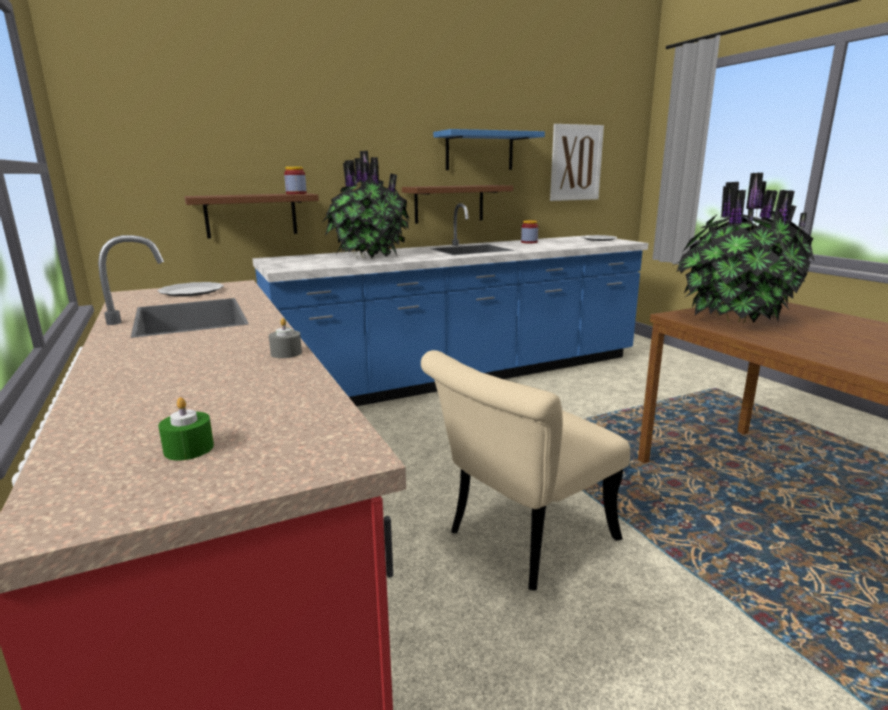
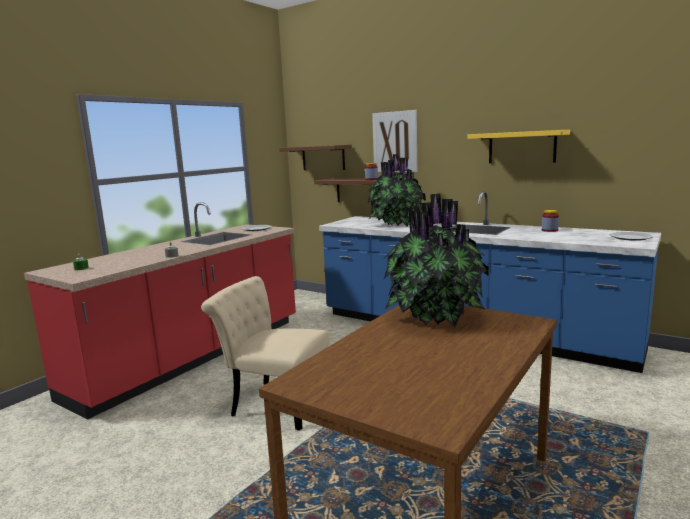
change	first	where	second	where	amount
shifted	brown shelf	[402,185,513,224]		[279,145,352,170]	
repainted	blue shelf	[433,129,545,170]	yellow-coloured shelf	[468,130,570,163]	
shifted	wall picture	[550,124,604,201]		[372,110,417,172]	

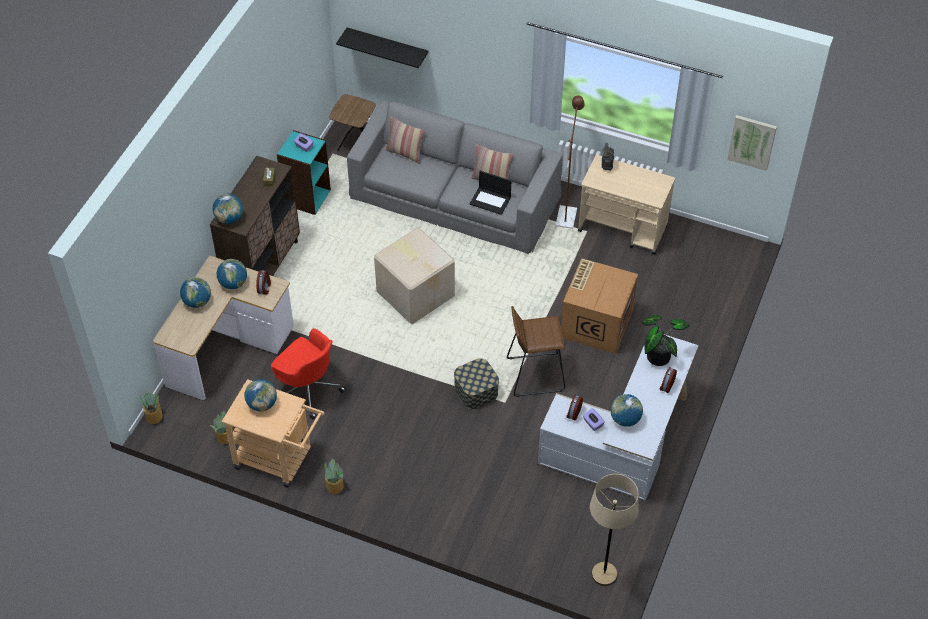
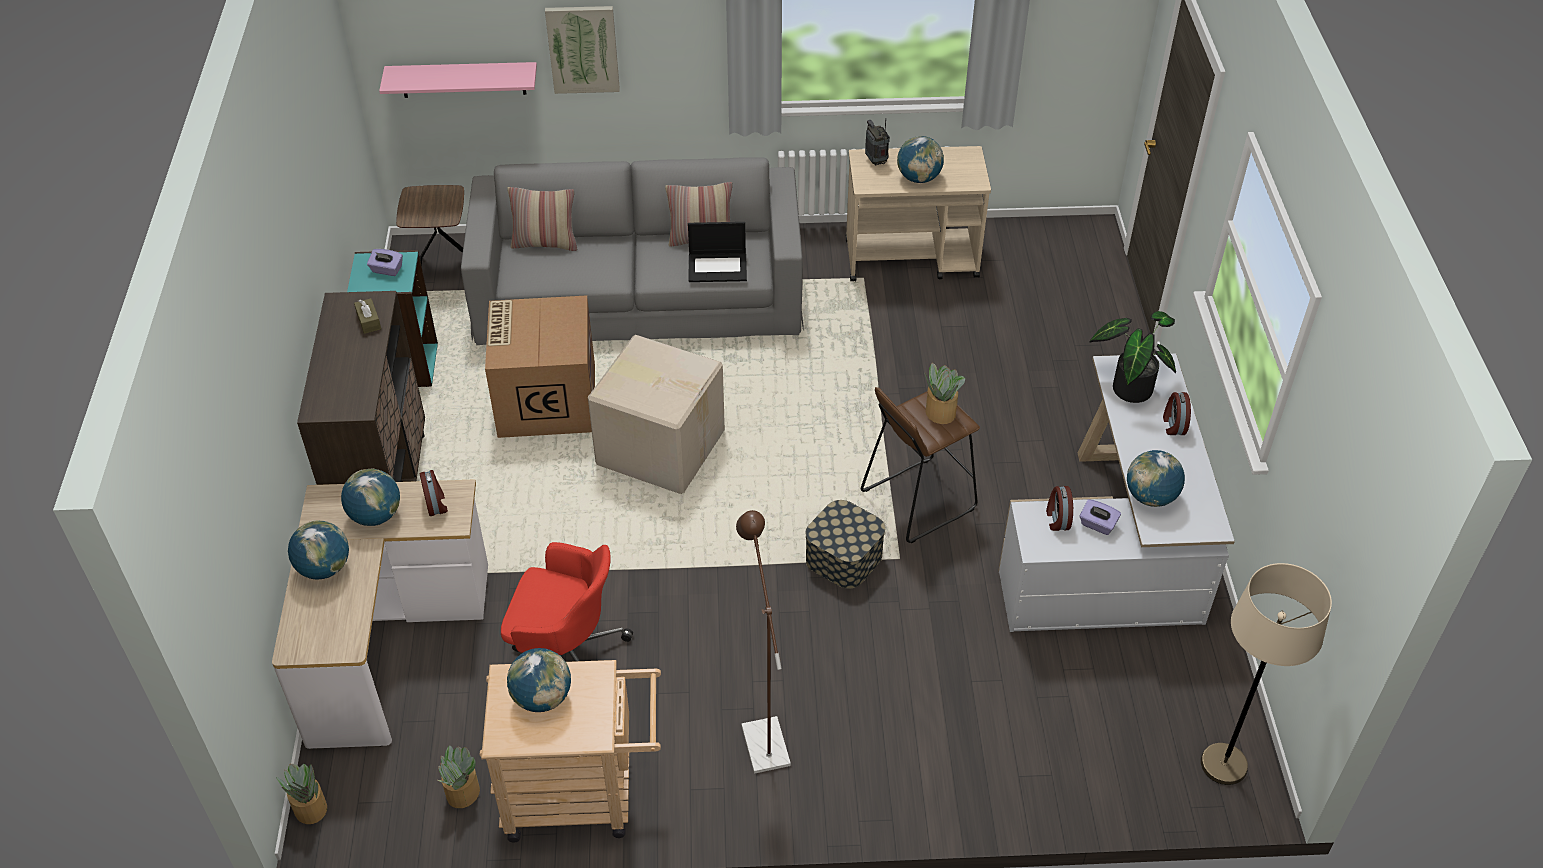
change	first	where	second	where	amount
shifted	world globe	[213,194,243,224]		[897,136,944,183]	
shifted	plant in a pot	[324,459,343,494]		[924,363,965,424]	
repainted	blackish shelf	[336,28,429,68]	pink-coloured shelf	[379,62,537,98]	
shifted	brown standing lamp	[555,95,584,229]		[736,510,791,774]	
shifted	cardboard box	[561,258,638,354]		[485,295,595,438]	
shifted	wall picture	[727,115,777,171]		[545,6,620,94]	

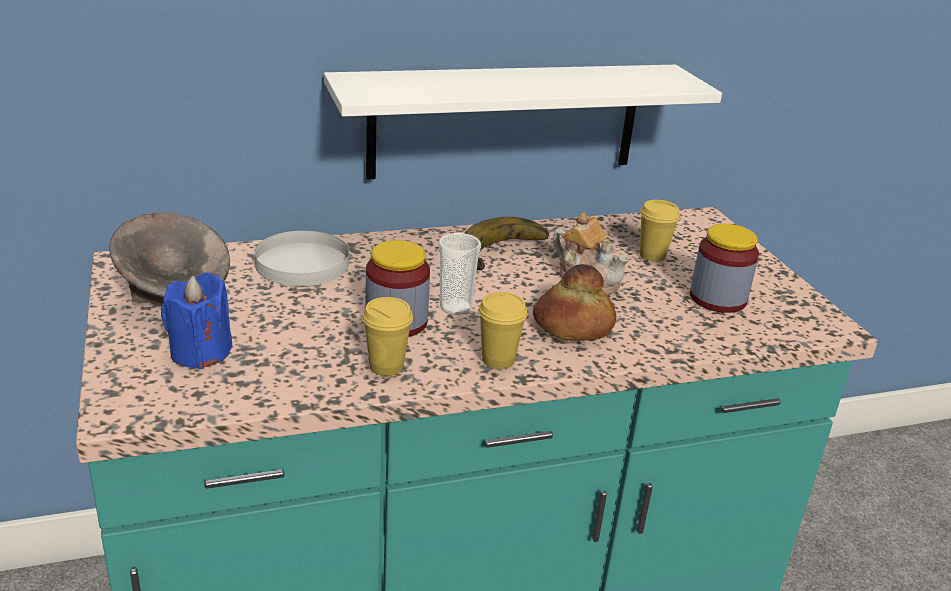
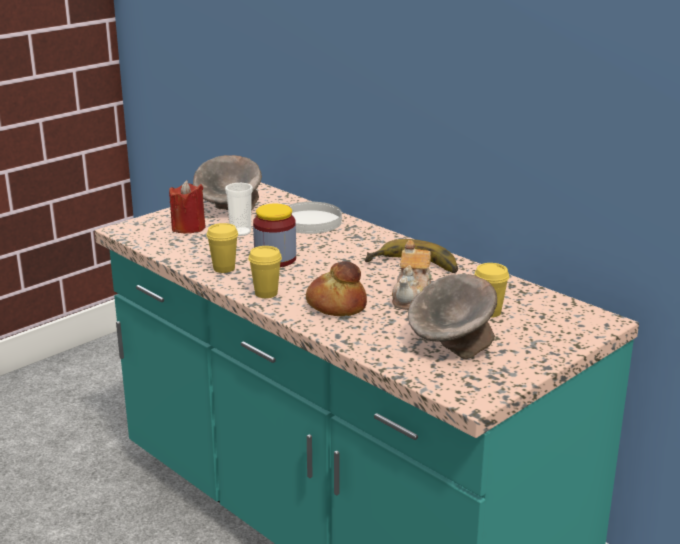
change	first	where	second	where	amount
repainted	blue candle	[161,272,233,369]	red candle	[169,181,205,234]	
gone	whitish shelf	[324,65,722,180]			
shifted	drinking cup	[439,233,481,315]		[225,183,253,236]	
swapped	jar	[690,224,759,313]	gray serving bowl	[408,274,497,359]	

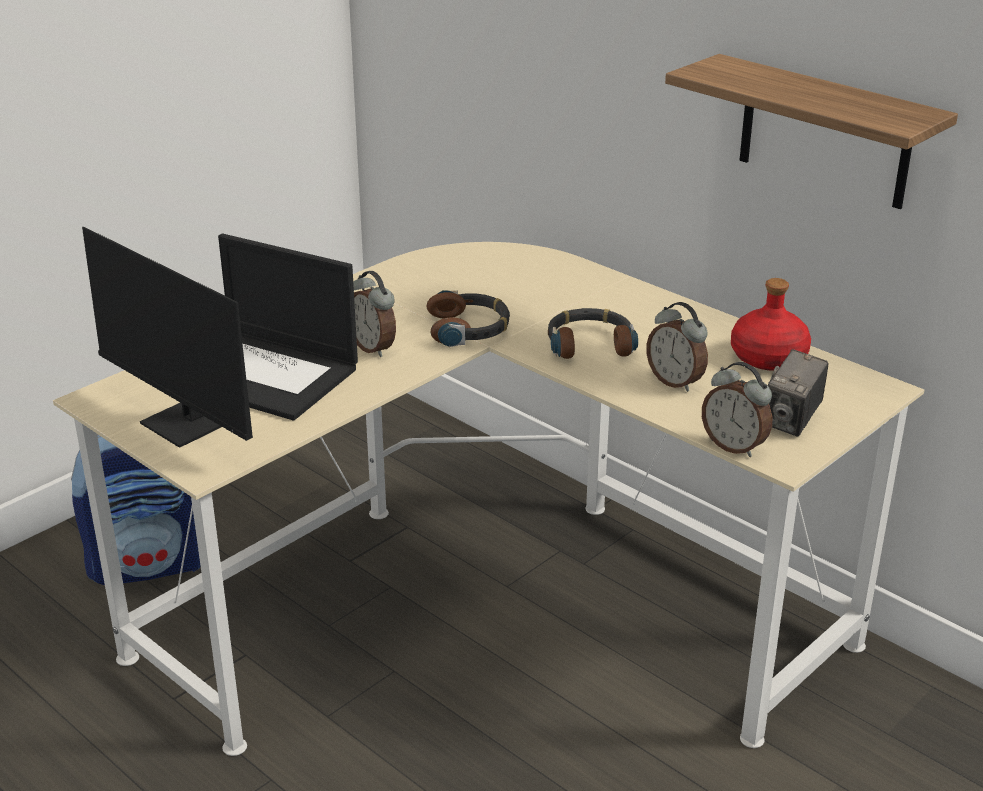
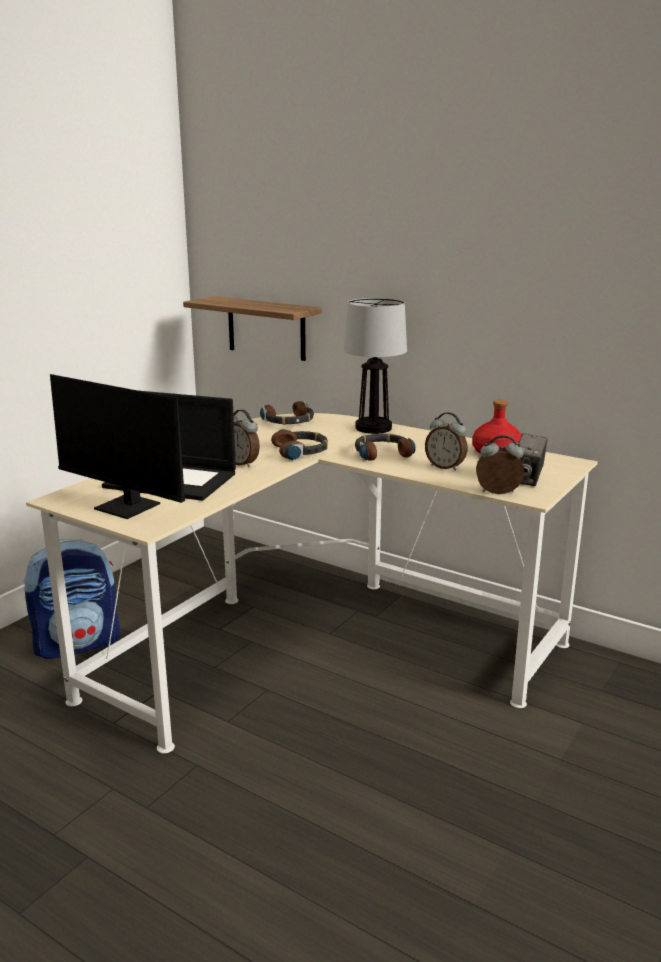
change	first	where	second	where	amount
shifted	shelf	[665,54,958,209]		[183,296,322,361]	
rotated	alarm clock	[702,362,772,457]		[476,435,524,494]	150 degrees clockwise
new			headphones	[260,401,314,425]	
new			lamp for a table	[344,298,407,434]	

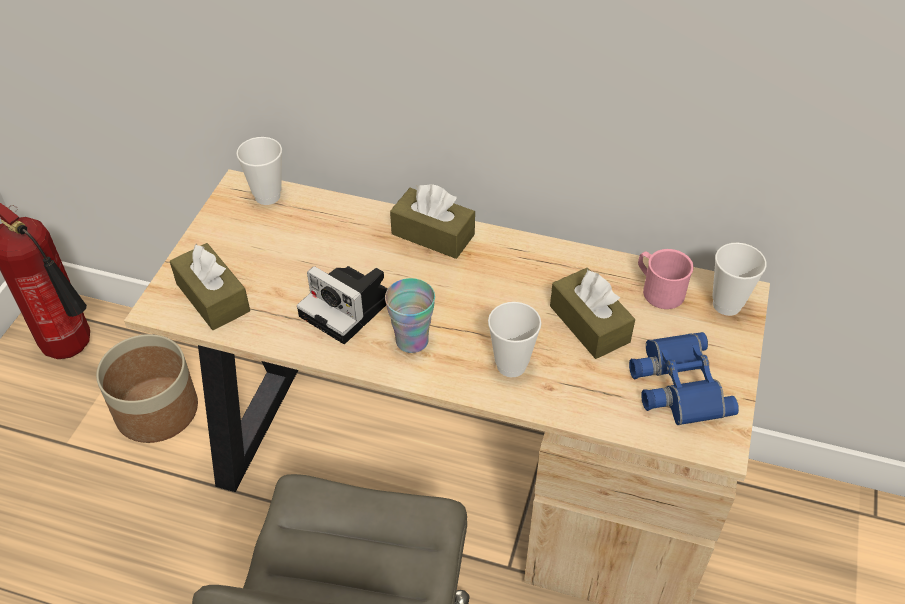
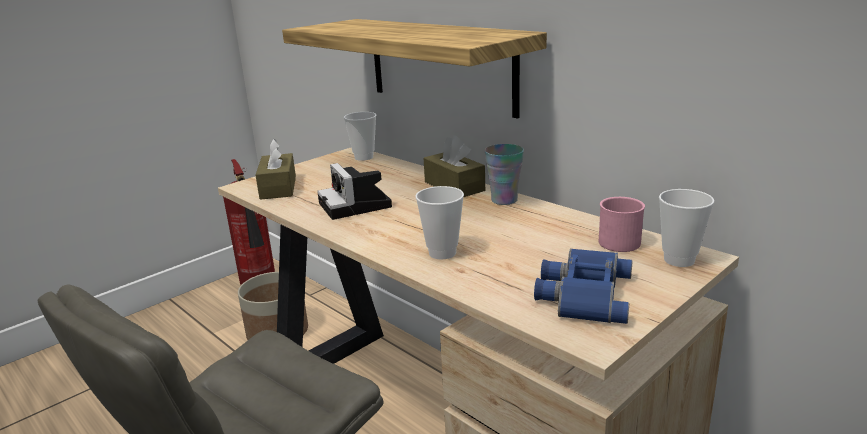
change	first	where	second	where	amount
shifted	drinking cup	[385,278,435,353]		[485,144,524,205]	
gone	brown tissue box	[550,268,635,359]			
new			shelf	[282,19,547,119]	

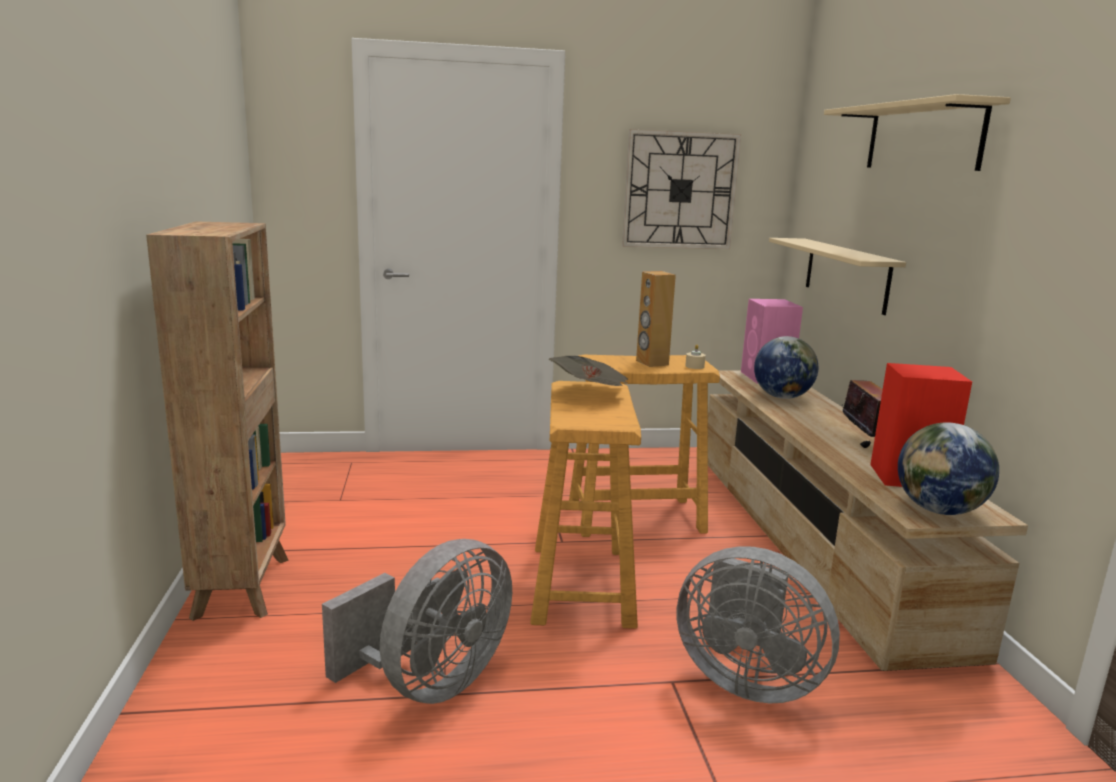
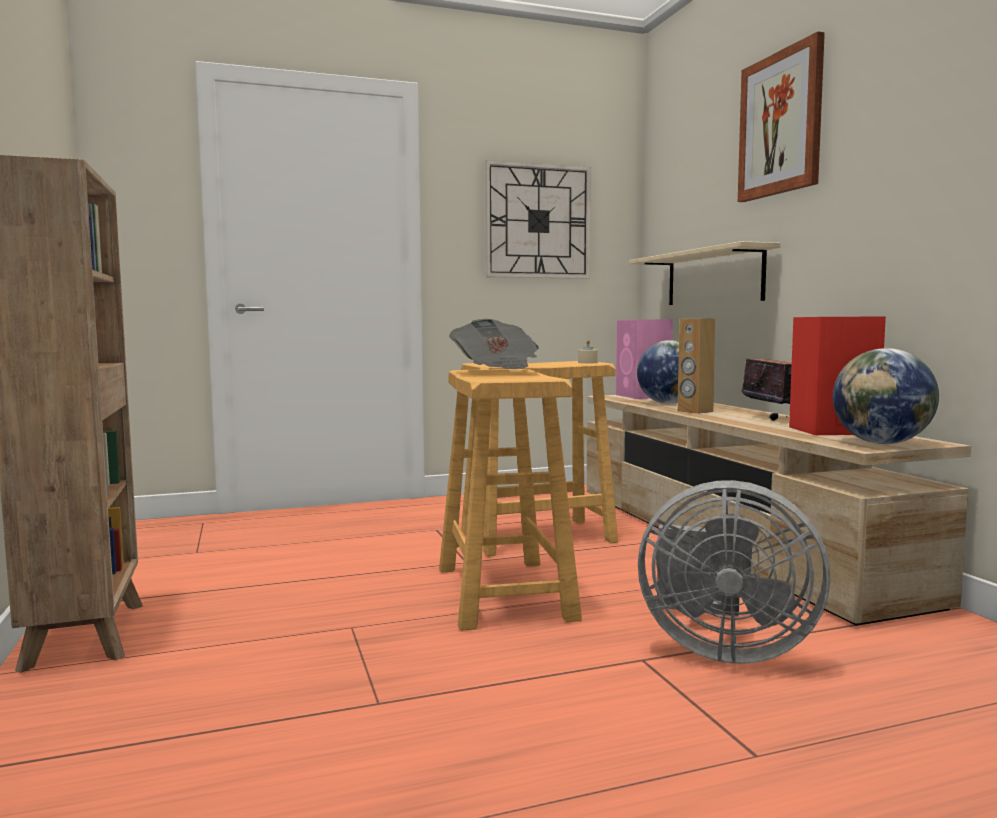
change	first	where	second	where	amount
gone	gray fan	[322,539,512,704]			
shifted	brown audio speaker	[636,271,676,367]		[677,318,715,414]	
swapped	sand-coloured shelf	[824,94,1011,171]	wall picture	[738,31,825,202]	

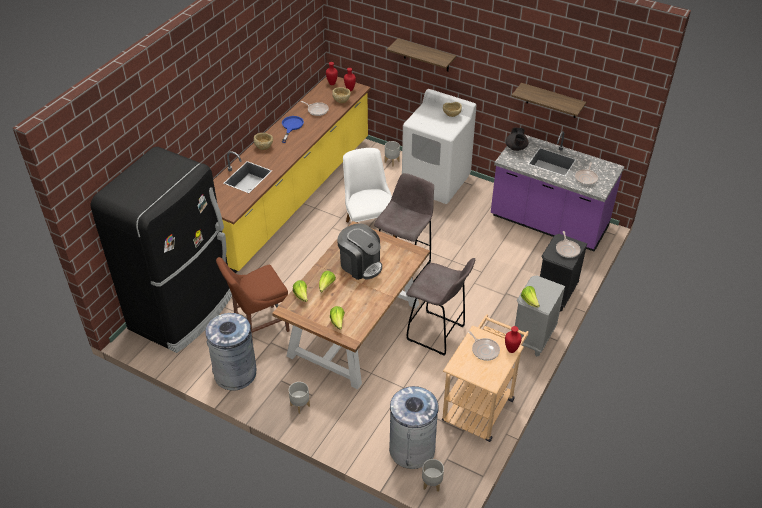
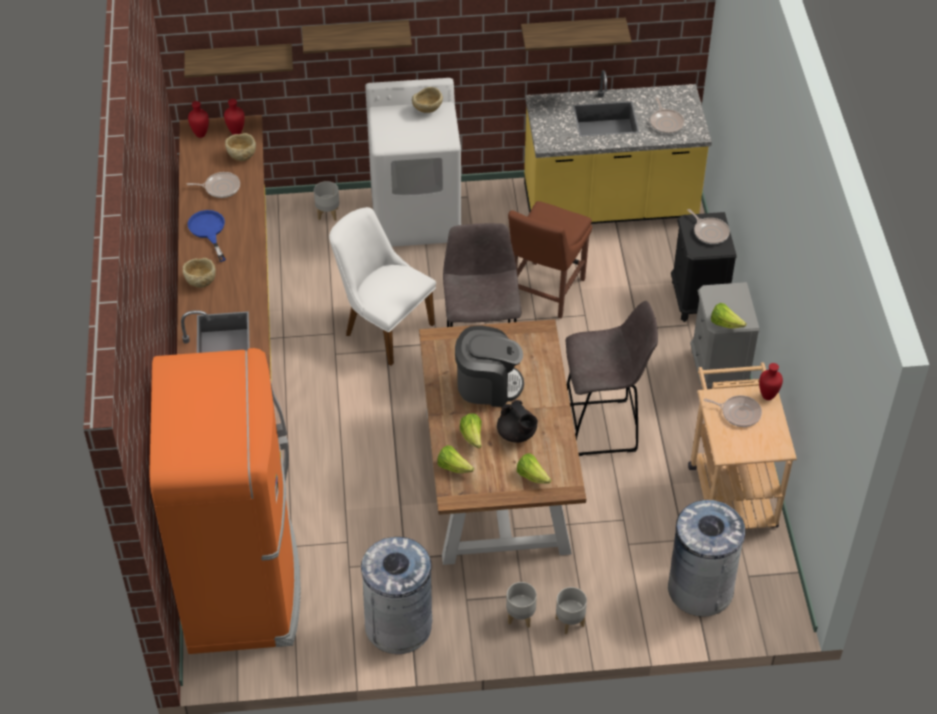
change	first	where	second	where	amount
repainted	blackish refrigerator	[90,147,232,353]	orange refrigerator	[149,348,301,654]	
shifted	brown plain chair	[216,257,290,340]		[508,201,592,318]	
shifted	gray flower pot	[422,459,444,491]		[556,587,587,634]	
repainted	purple kitchen counter	[491,131,625,252]	yellow-coloured kitchen counter	[524,70,712,224]	
shifted	blackish pot for tea	[505,127,528,151]		[497,400,538,443]	
new			shelf	[184,44,293,78]	

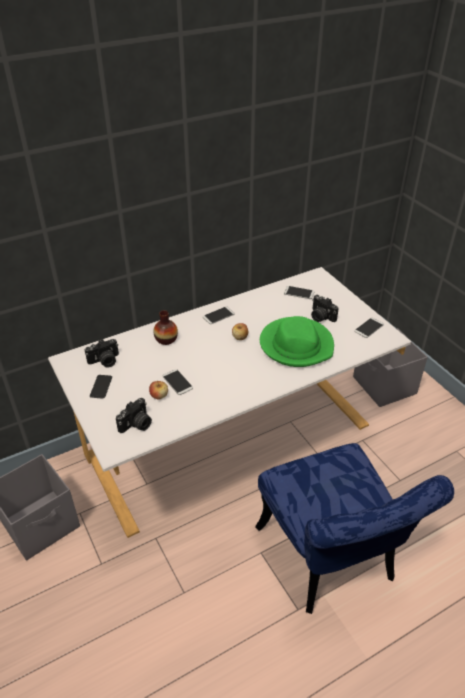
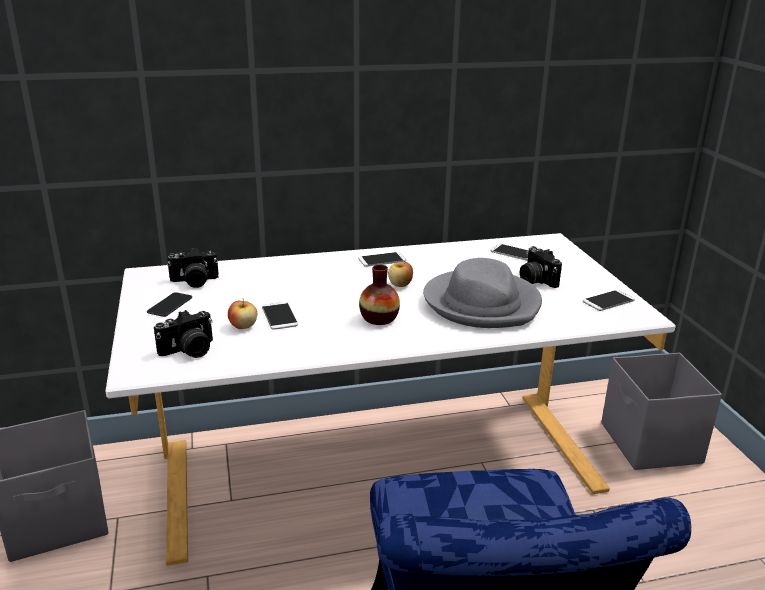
change	first	where	second	where	amount
shifted	flower vase	[153,310,178,345]		[359,265,400,325]	
repainted	green-coloured hat	[260,316,334,367]	gray hat	[423,258,542,328]	

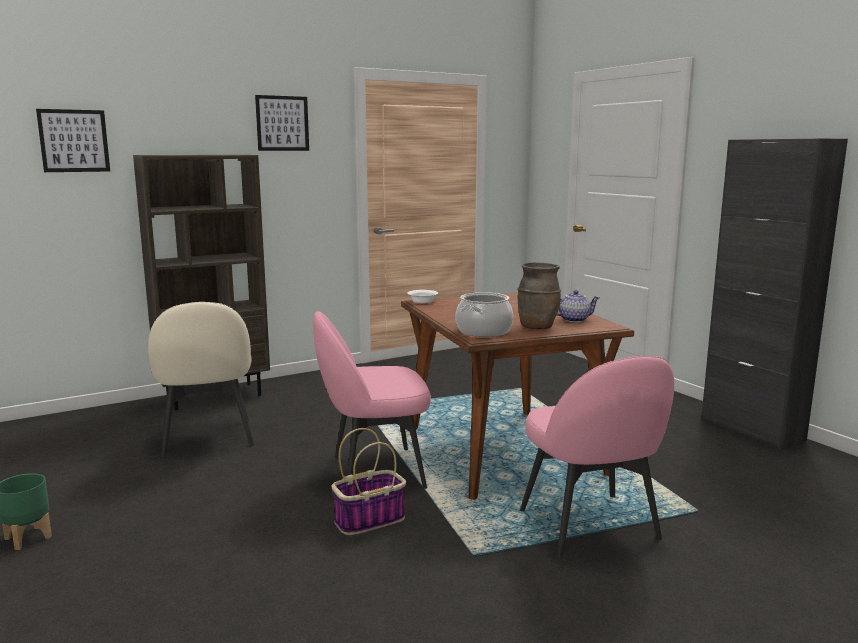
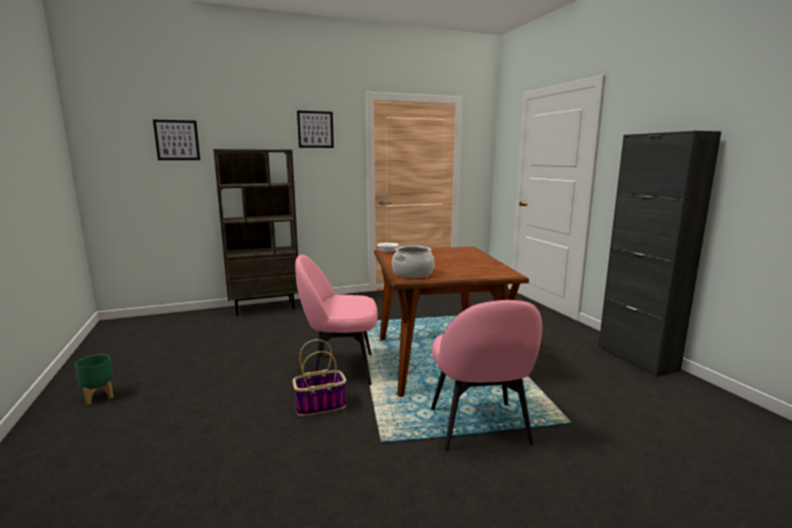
change	first	where	second	where	amount
gone	sand-coloured plain chair	[148,302,254,457]			
gone	brown flower vase	[517,262,561,329]			
gone	pot for tea	[557,290,600,322]			

